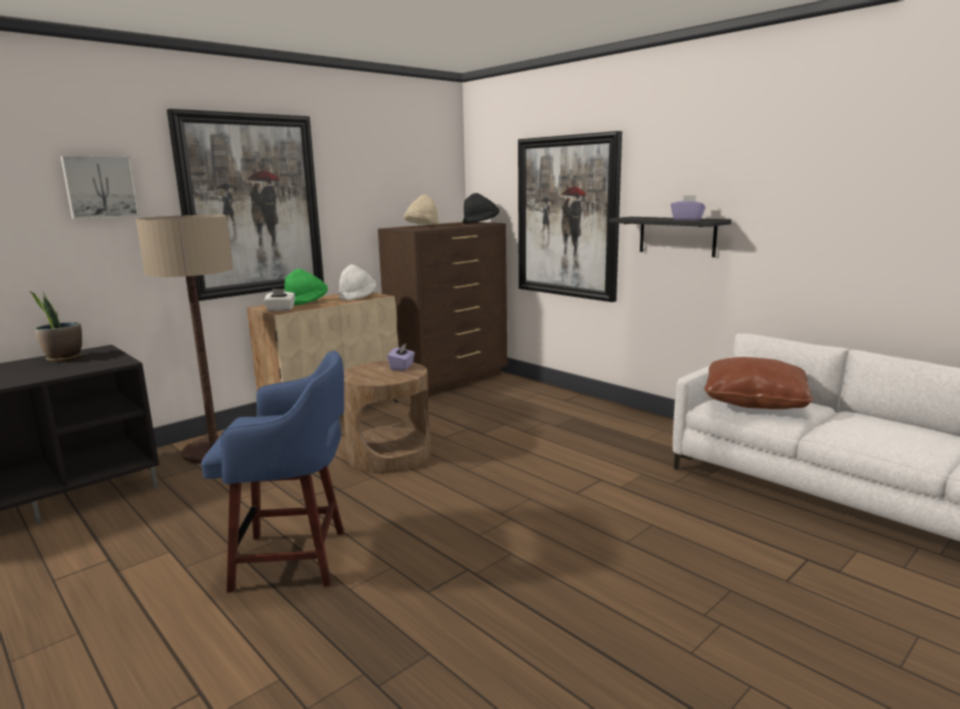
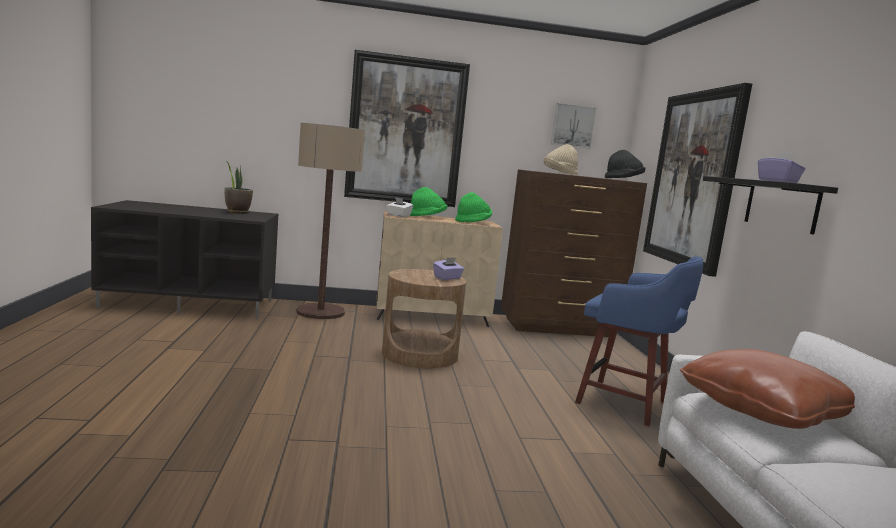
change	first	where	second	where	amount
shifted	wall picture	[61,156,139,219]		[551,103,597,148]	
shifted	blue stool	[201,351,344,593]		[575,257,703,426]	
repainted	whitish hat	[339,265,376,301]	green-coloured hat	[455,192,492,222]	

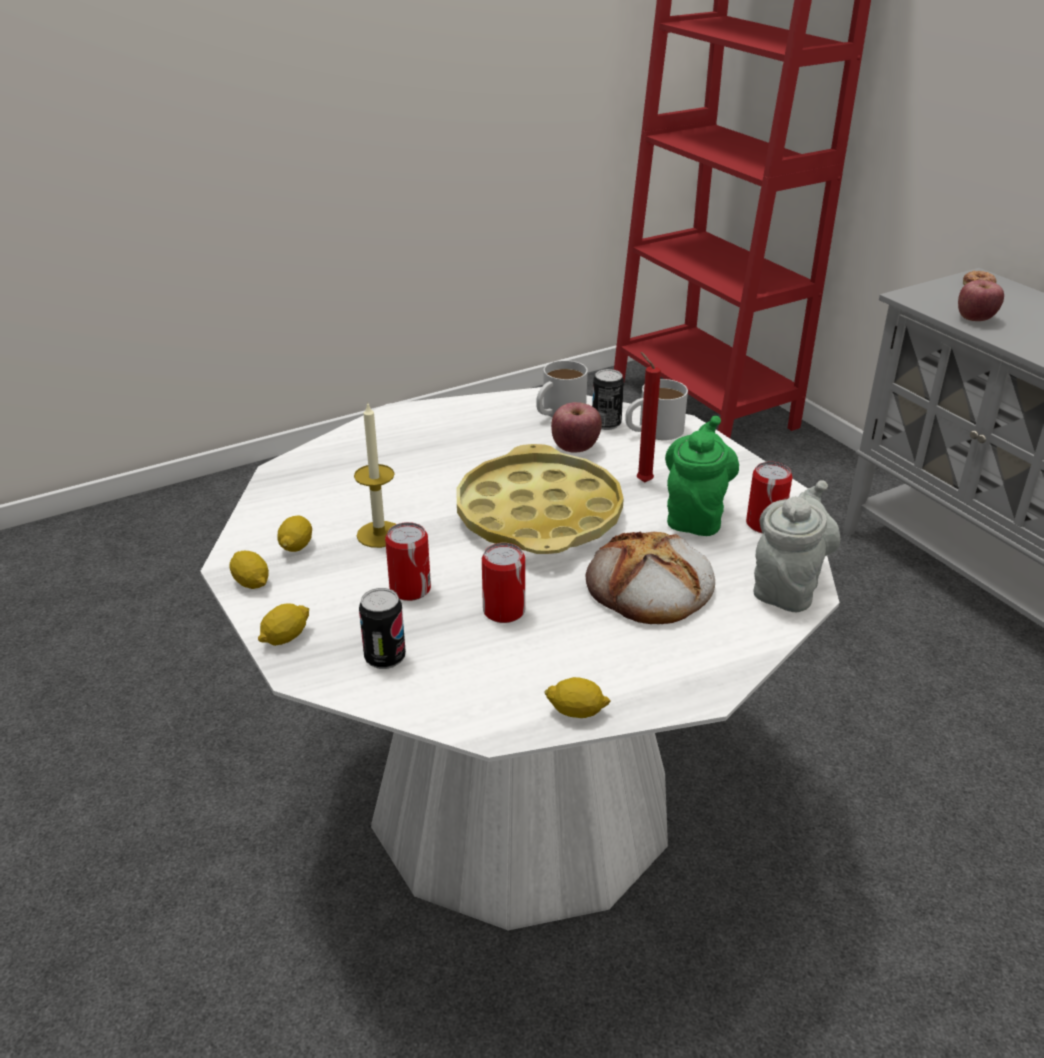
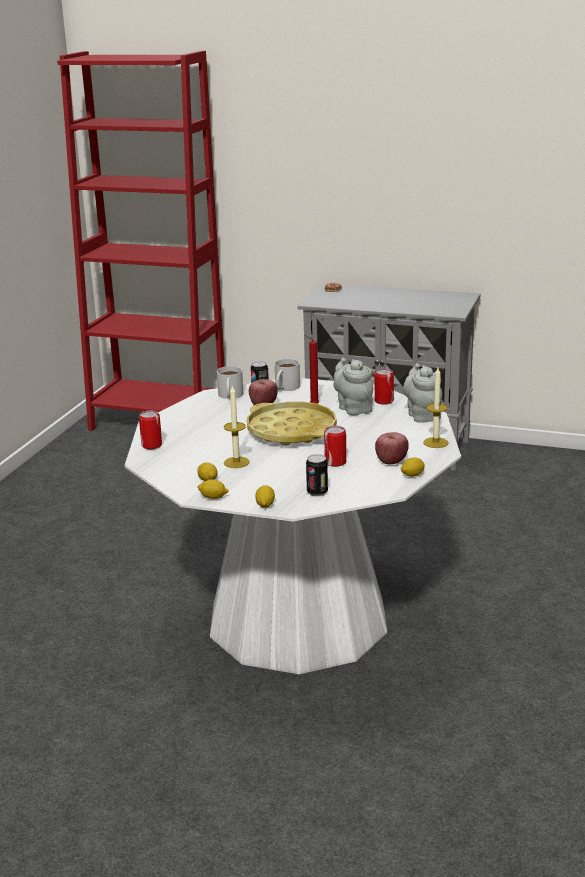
change	first	where	second	where	amount
shifted	can	[385,522,431,601]		[139,410,162,449]	
gone	baked bread	[586,531,715,624]			
repainted	green-coloured pot for tea	[665,416,739,536]	gray pot for tea	[333,358,373,415]	
shifted	apple	[958,280,1004,321]		[375,432,409,464]	
new			candle	[423,368,449,448]	

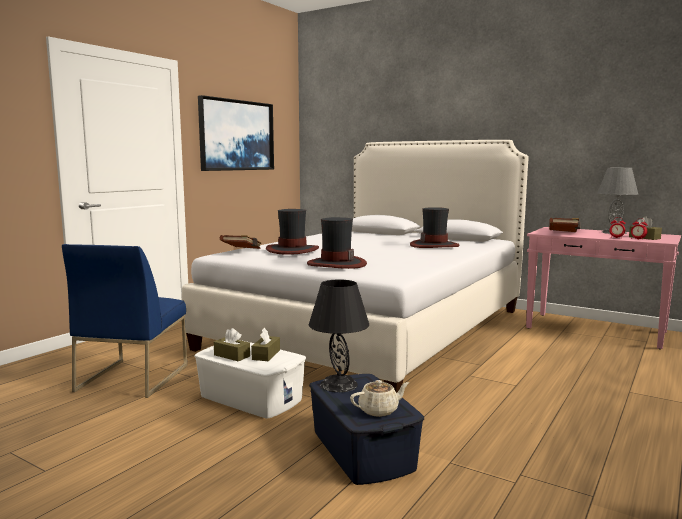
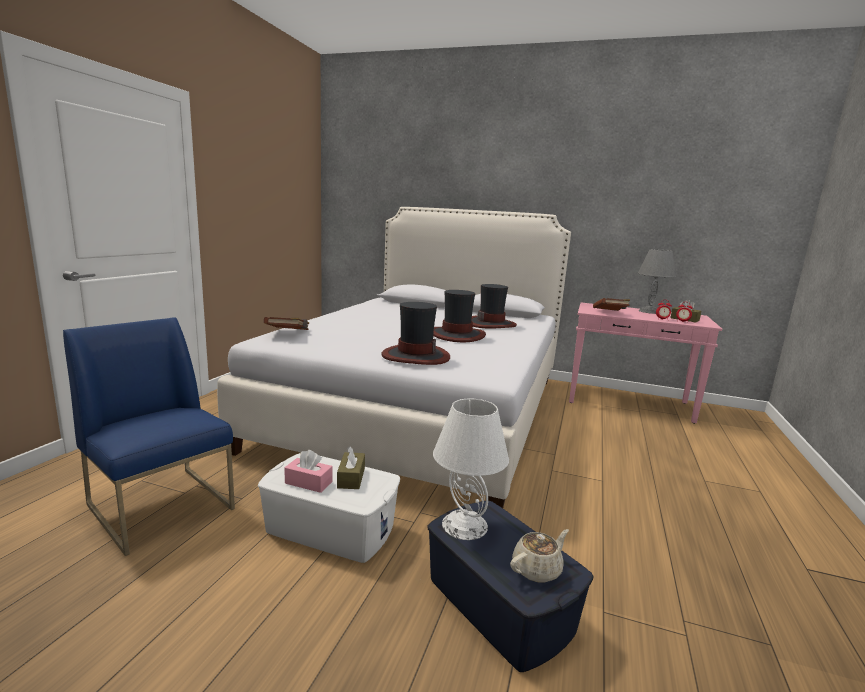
change	first	where	second	where	amount
rotated	blue plain chair	[62,244,187,398]		[63,318,235,556]	135 degrees clockwise
gone	wall picture	[198,95,274,171]			
repainted	brown tissue box	[214,328,250,361]	pink-coloured tissue box	[284,450,333,493]	
shifted	hat	[266,209,319,255]		[433,290,486,342]	
repainted	blackish lamp for a table	[309,280,369,392]	whitish lamp for a table	[433,399,509,540]	

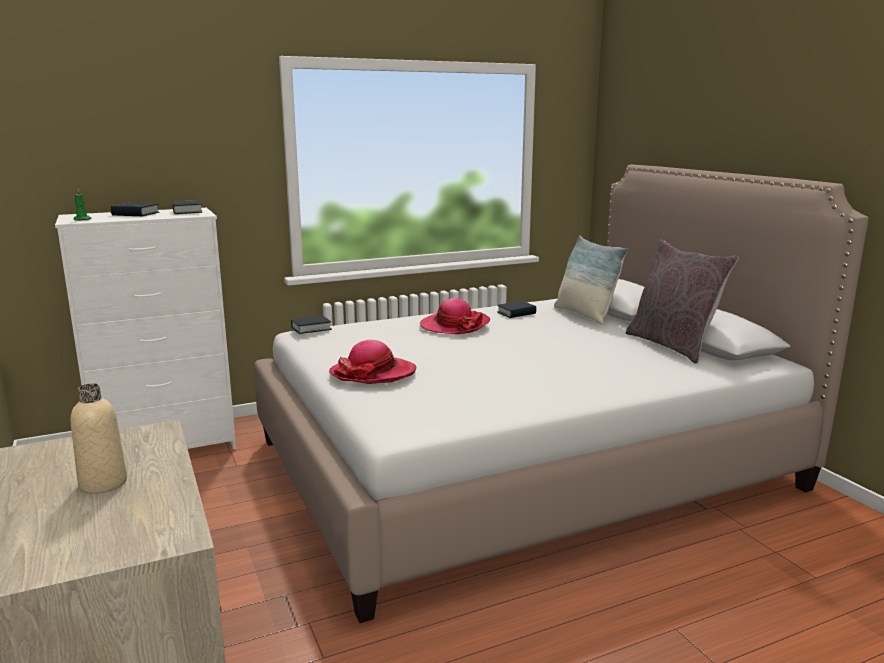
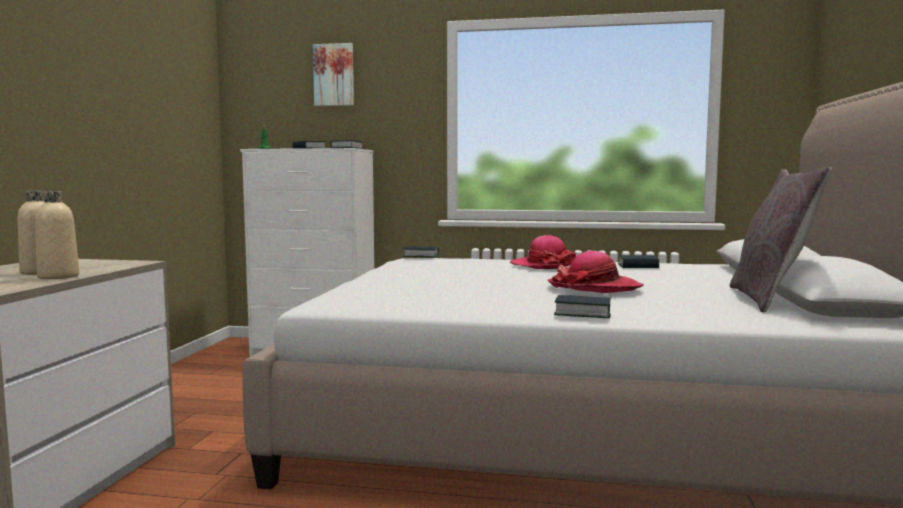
change	first	where	second	where	amount
shifted	hat	[329,340,416,384]		[547,251,644,293]	
gone	pillow	[554,235,628,324]			
new			sand-coloured bottle	[35,191,79,279]	
new			wall picture	[313,43,354,106]	
new			bound book	[554,295,611,318]	

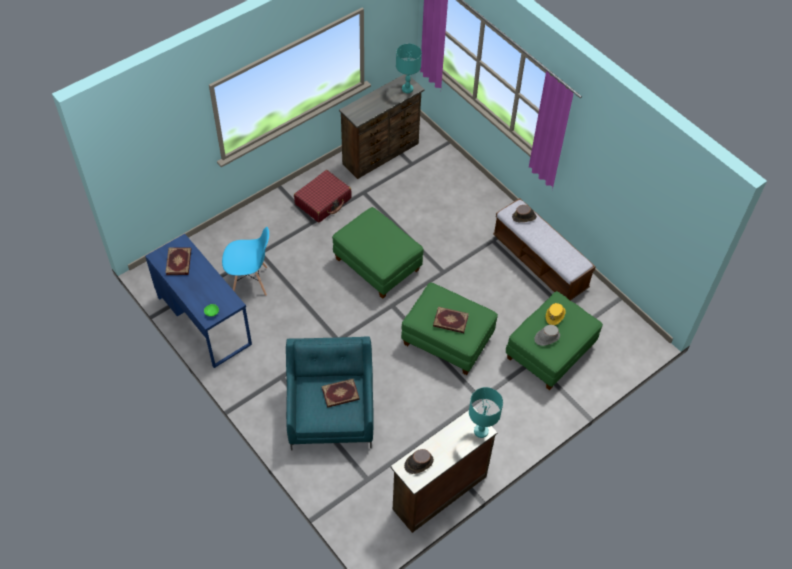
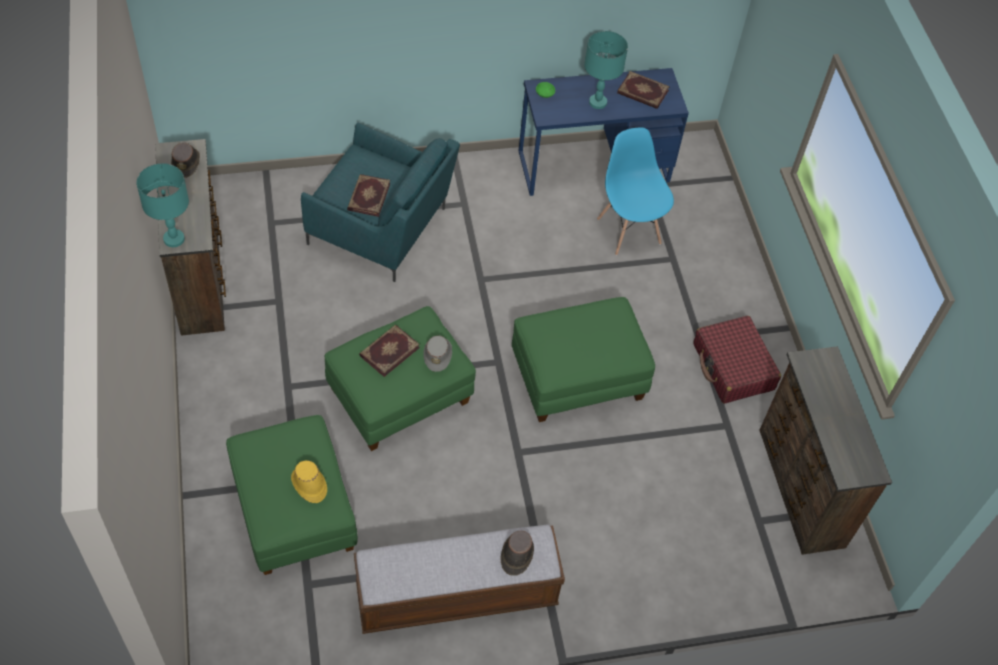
change	first	where	second	where	amount
rotated	blue plain chair	[222,227,269,296]		[597,128,674,255]	135 degrees clockwise
shifted	turquoise lamp for a table	[396,43,422,93]		[584,31,628,109]	
shifted	gray hat	[534,325,560,346]		[423,335,452,372]	

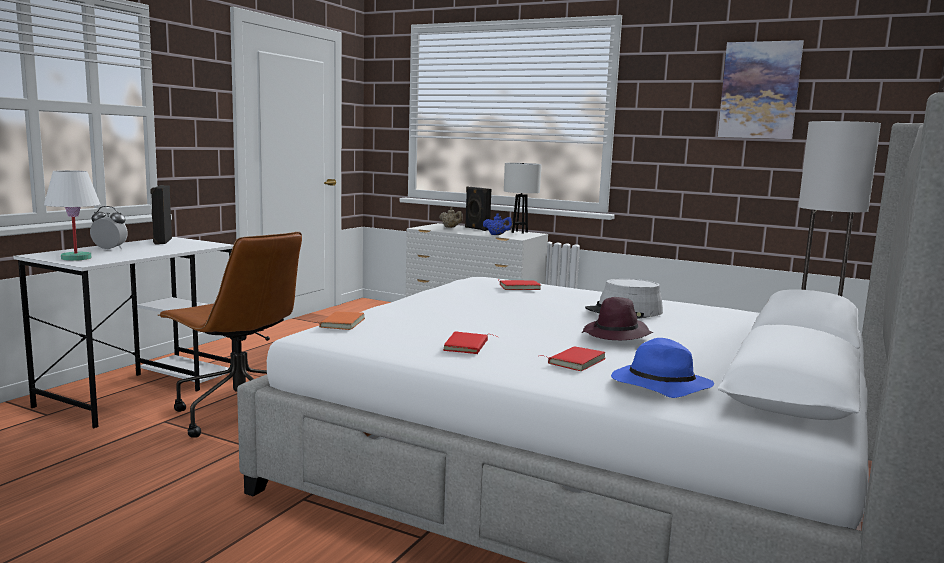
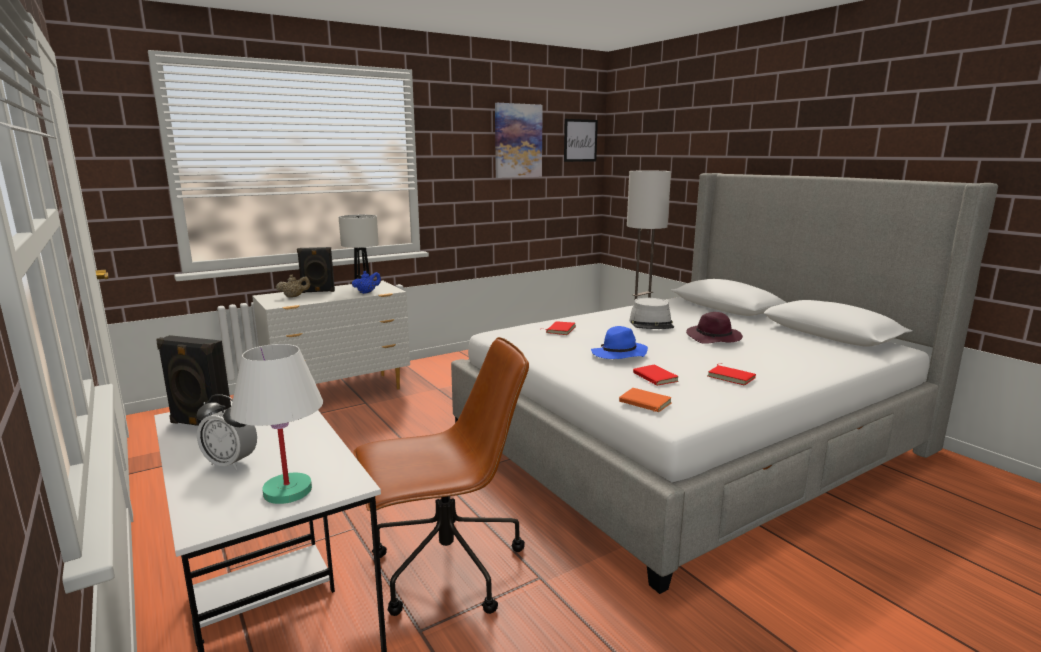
change	first	where	second	where	amount
rotated	alarm clock	[90,206,128,250]		[197,394,257,470]	105 degrees counterclockwise
shifted	red bound book	[540,346,606,371]		[633,365,679,386]	
shifted	blue hat	[611,338,714,398]		[591,326,648,359]	
new			wall picture	[564,119,598,162]	

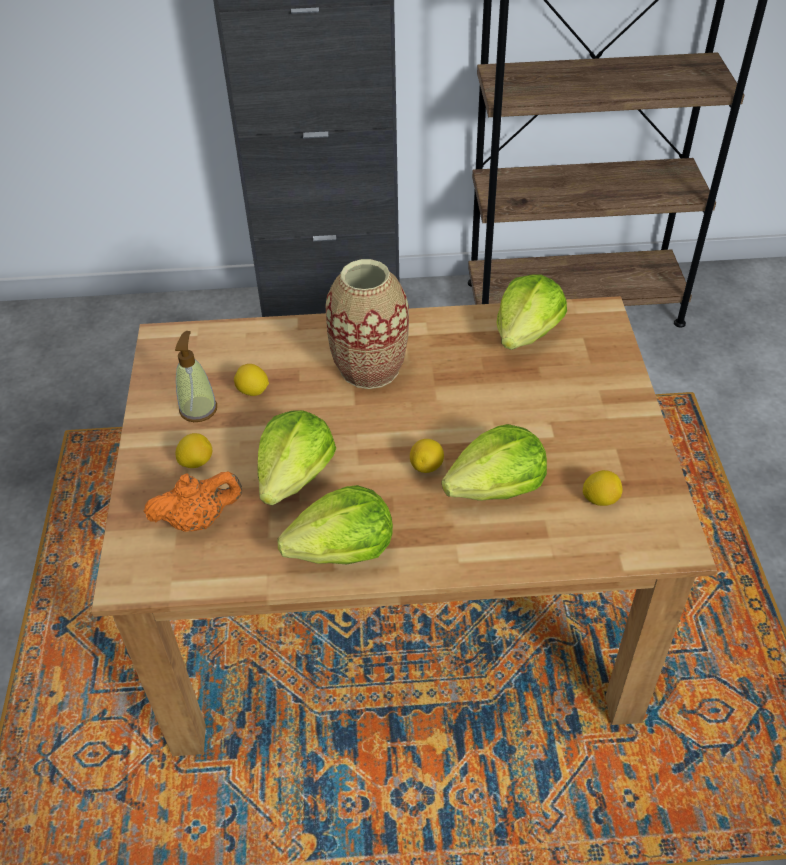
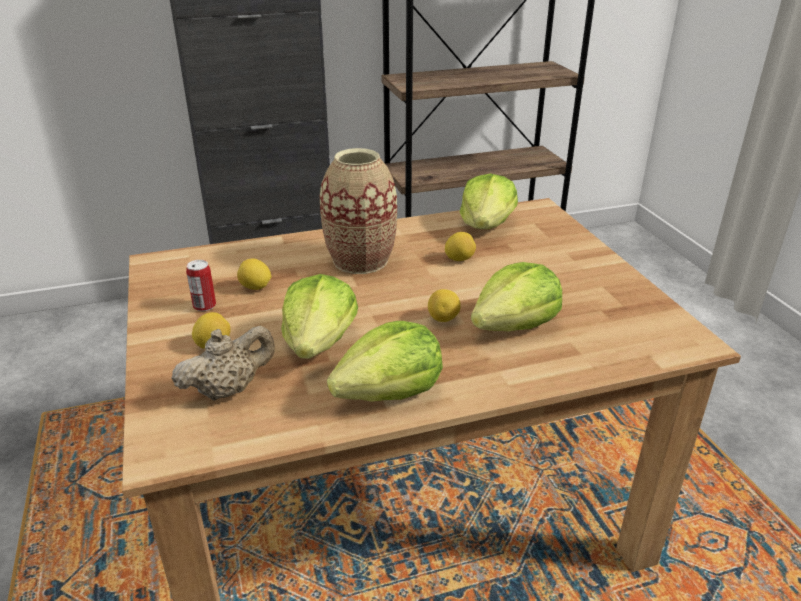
change	first	where	second	where	amount
repainted	orange pot for tea	[144,471,242,532]	sand-coloured pot for tea	[171,325,275,401]	
swapped	liquid soap bottle	[175,331,217,422]	can	[186,260,216,311]	
shifted	lemon	[583,470,623,506]		[445,232,476,261]	

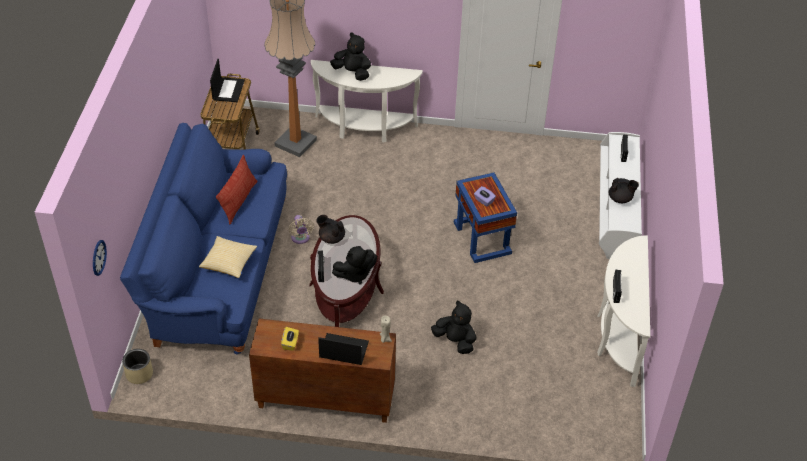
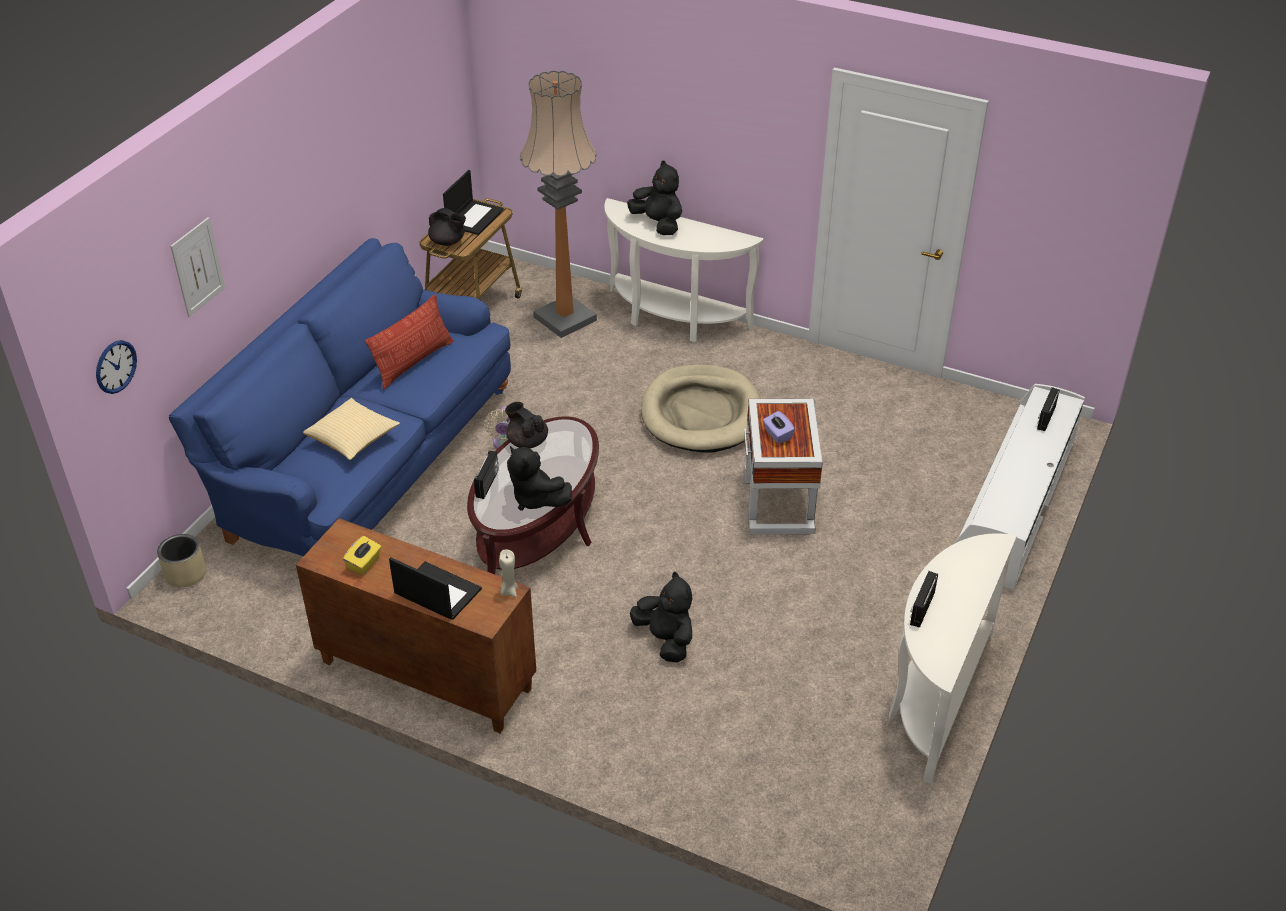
change	first	where	second	where	amount
rotated	blackish soft toy	[332,246,377,284]		[507,446,572,510]	45 degrees clockwise
repainted	blue accent table	[454,172,517,263]	whitish accent table	[744,399,823,534]	
shifted	blackish pot for tea	[609,178,639,203]		[428,208,466,246]	
new			wall picture	[170,217,225,317]	
new			sand-coloured dog bed	[641,365,761,453]	

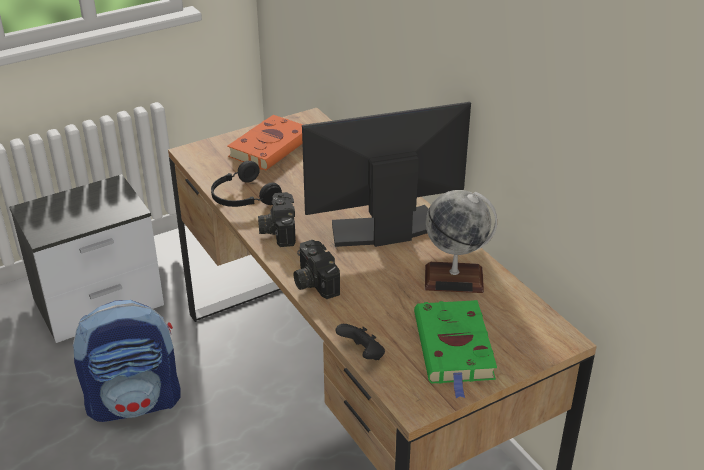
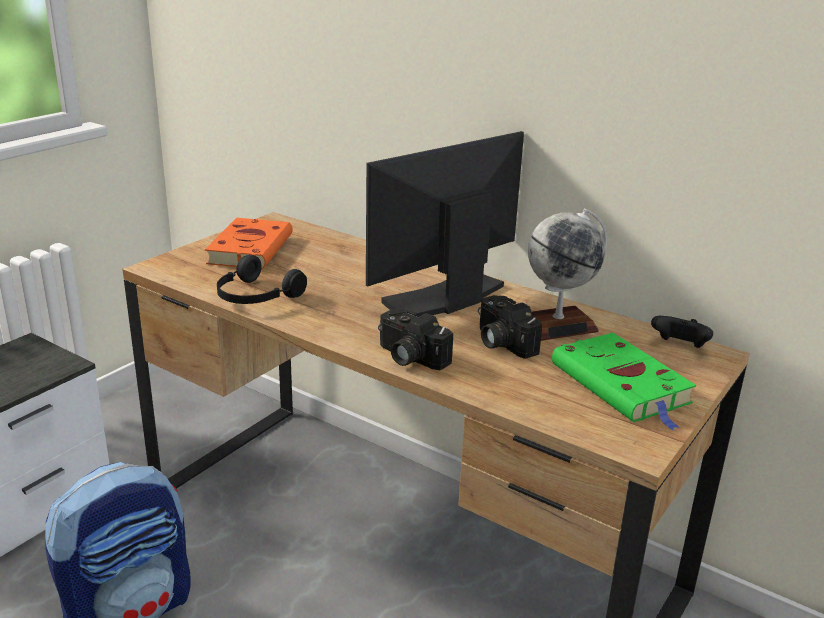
change	first	where	second	where	amount
shifted	photo camera	[258,192,296,247]		[478,295,542,359]	
shifted	blackish joypad	[335,324,385,360]		[651,316,713,348]	

